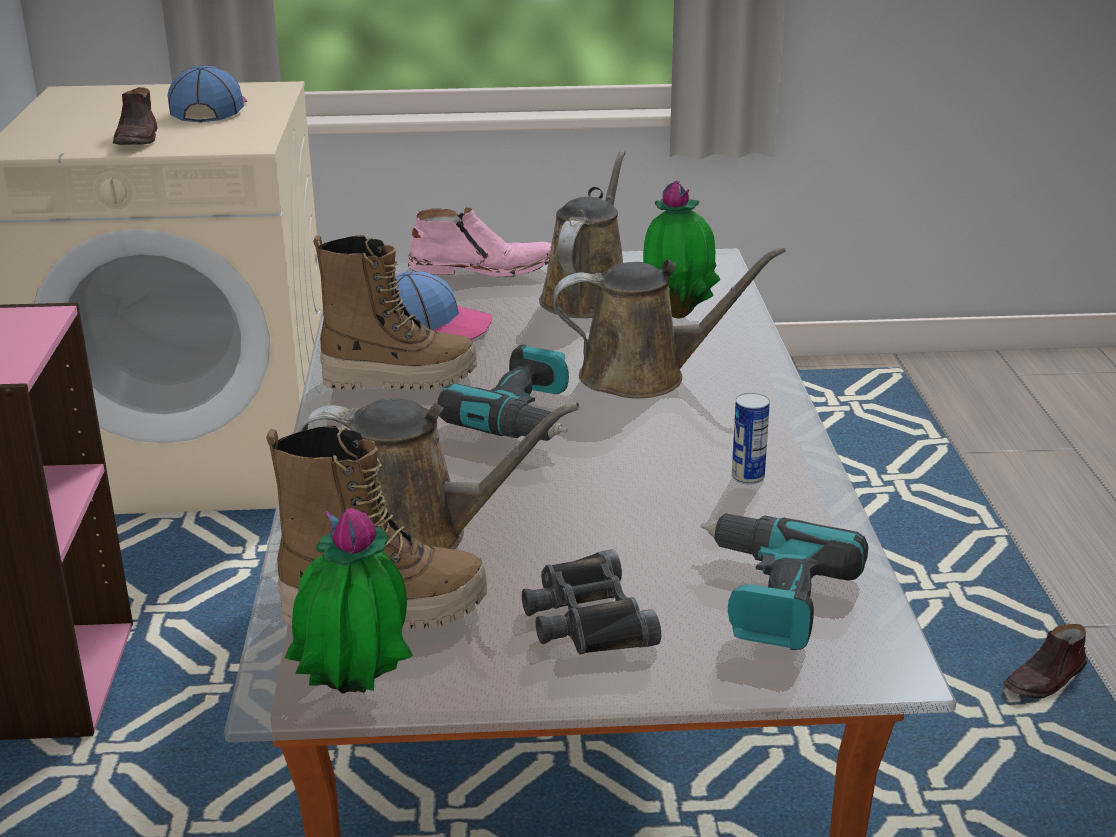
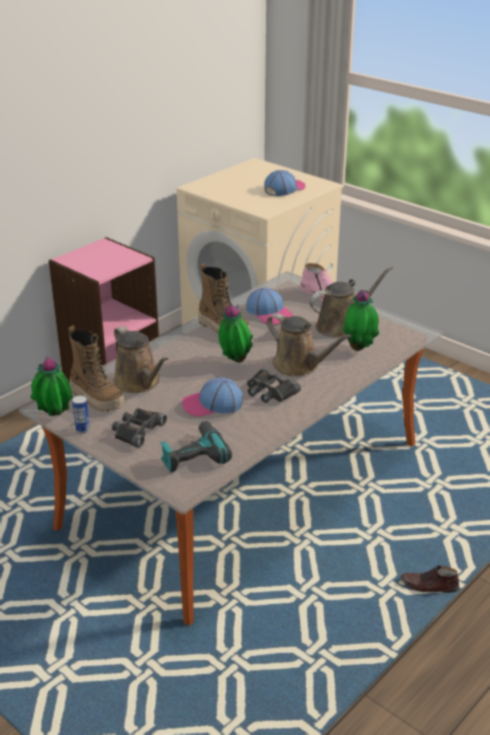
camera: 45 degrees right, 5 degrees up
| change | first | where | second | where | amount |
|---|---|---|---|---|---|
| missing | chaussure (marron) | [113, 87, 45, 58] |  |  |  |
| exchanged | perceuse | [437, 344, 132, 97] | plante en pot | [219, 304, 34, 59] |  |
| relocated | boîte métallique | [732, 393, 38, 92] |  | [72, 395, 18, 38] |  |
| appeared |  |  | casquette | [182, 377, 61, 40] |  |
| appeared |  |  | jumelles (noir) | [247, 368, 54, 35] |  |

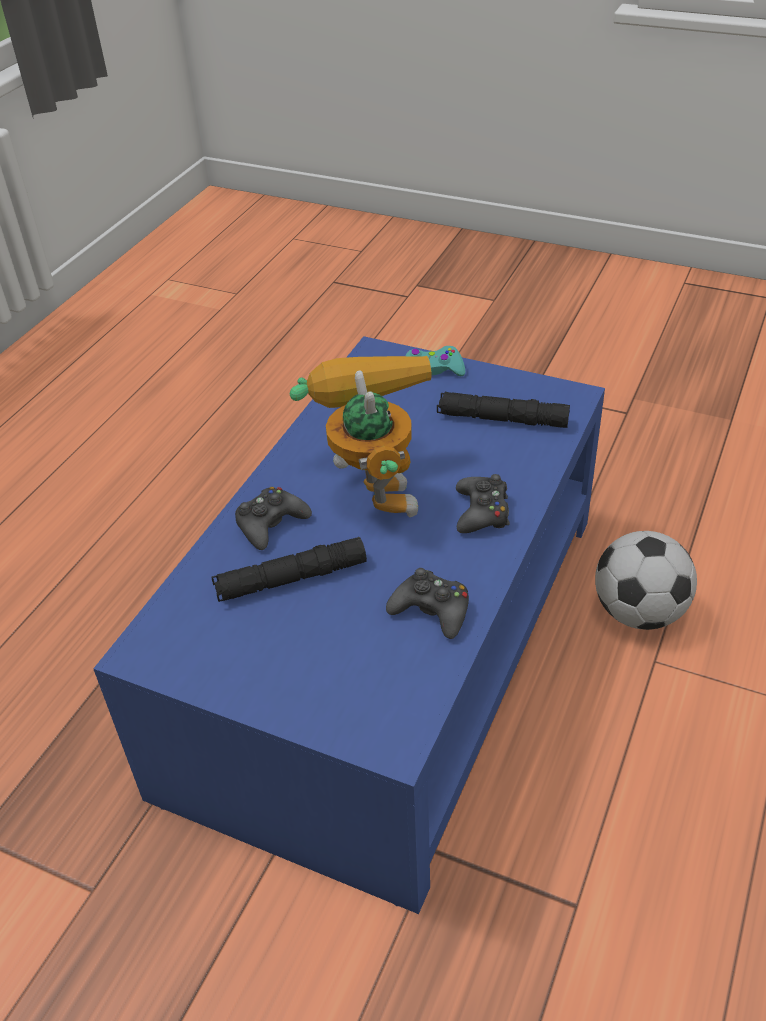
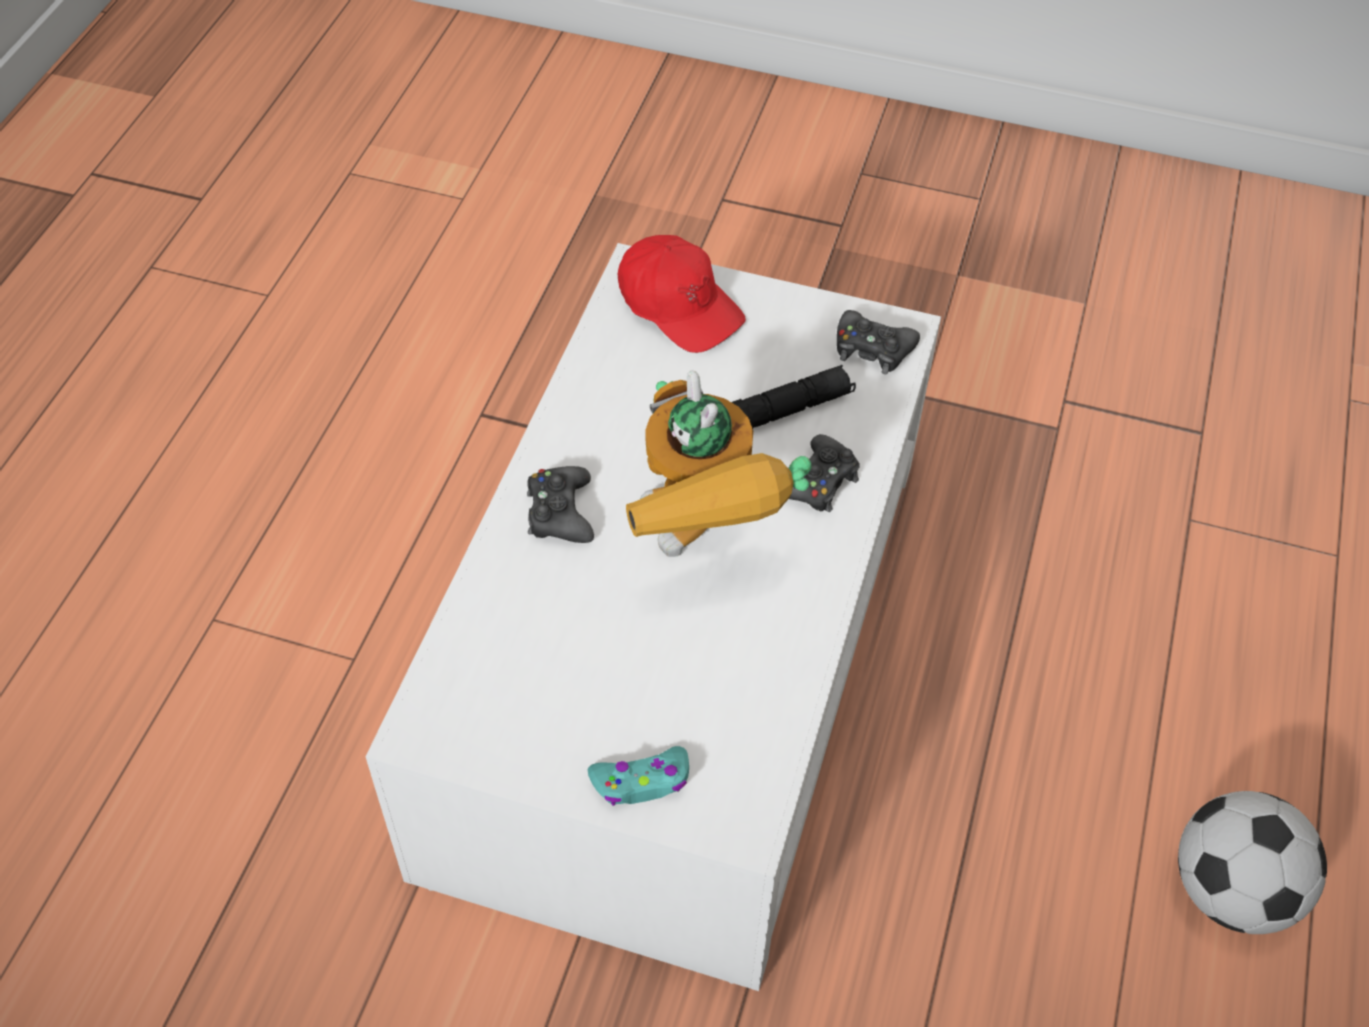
camera: 170 degrees right, 10 degrees up
| change | first | where | second | where | amount |
|---|---|---|---|---|---|
| colour | table basse (bleu) | [93, 336, 512, 578] | table basse (blanc) | [365, 243, 576, 748] |  |
| relocated | manette (noir) | [386, 568, 83, 71] |  | [837, 310, 83, 64] |  |
| missing | lampe de poche (noir) | [437, 392, 133, 36] |  |  |  |
| relocated | ballon de foot | [595, 531, 102, 99] |  | [1178, 791, 149, 143] |  |
| appeared |  |  | casquette (rouge) | [618, 235, 128, 118] |  |

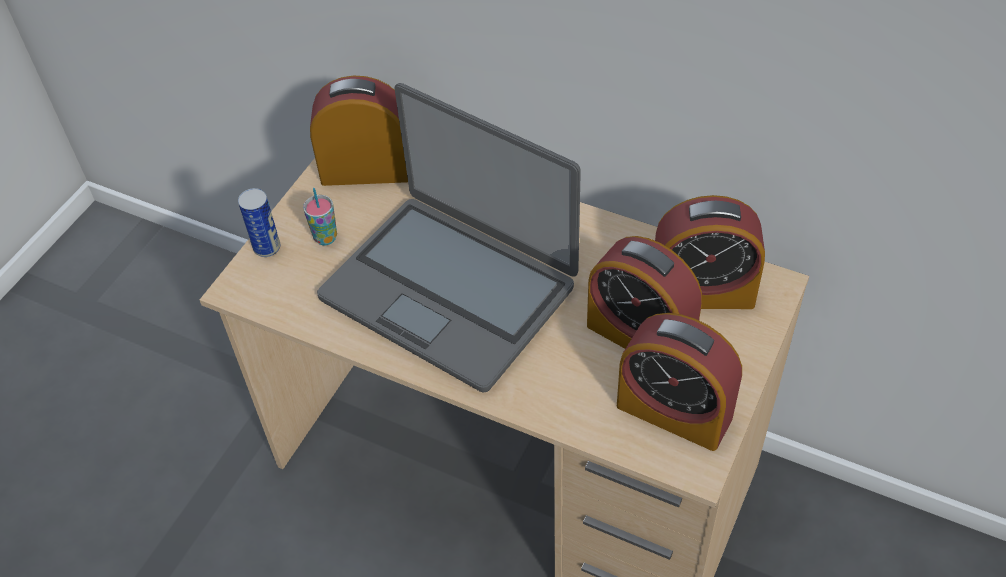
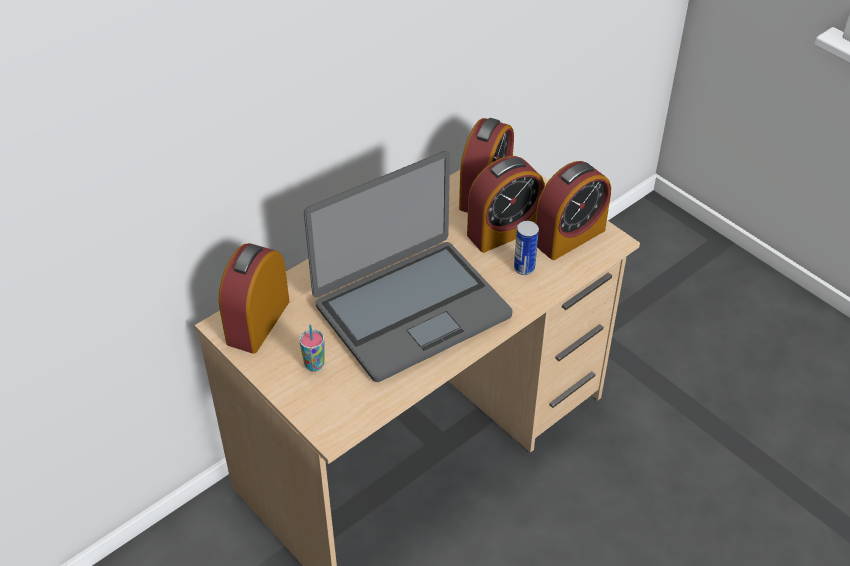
camera: 70 degrees left, 5 degrees down
| change | first | where | second | where | amount |
|---|---|---|---|---|---|
| relocated | boîte métallique | [238, 188, 42, 69] |  | [514, 221, 25, 54] |  |

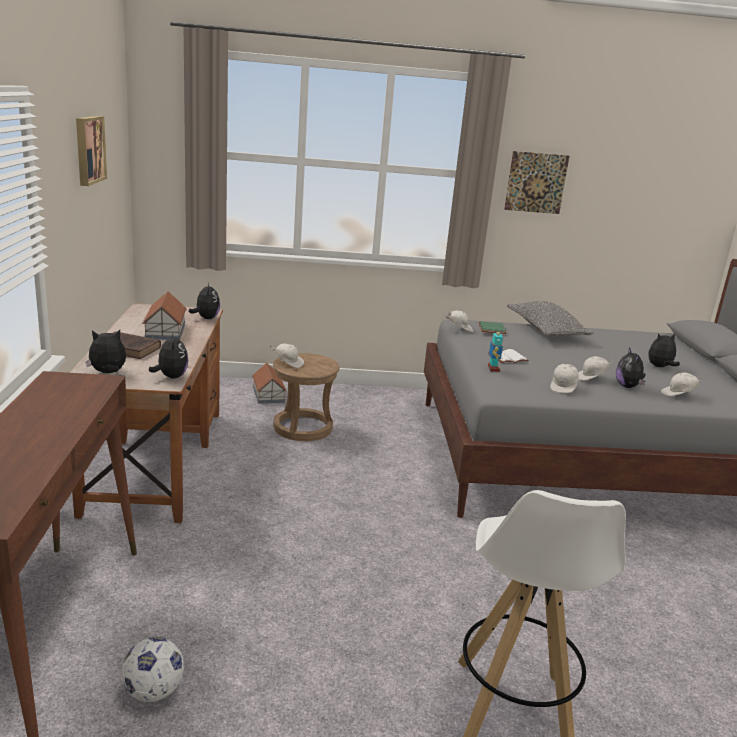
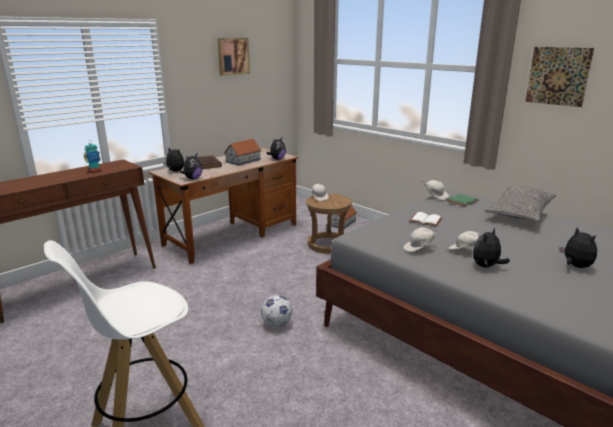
camera: 50 degrees right, 0 degrees up
| change | first | where | second | where | amount |
|---|---|---|---|---|---|
| relocated | ballon de foot | [122, 637, 62, 65] |  | [261, 295, 32, 32] |  |
| relocated | robot jouet | [488, 329, 15, 43] |  | [84, 142, 18, 31] |  |
| spun | peluche | [648, 333, 32, 34] |  | [559, 226, 38, 42] | 45 degrees clockwise |
| missing | casquette (blanc) | [661, 373, 42, 23] |  |  |  |

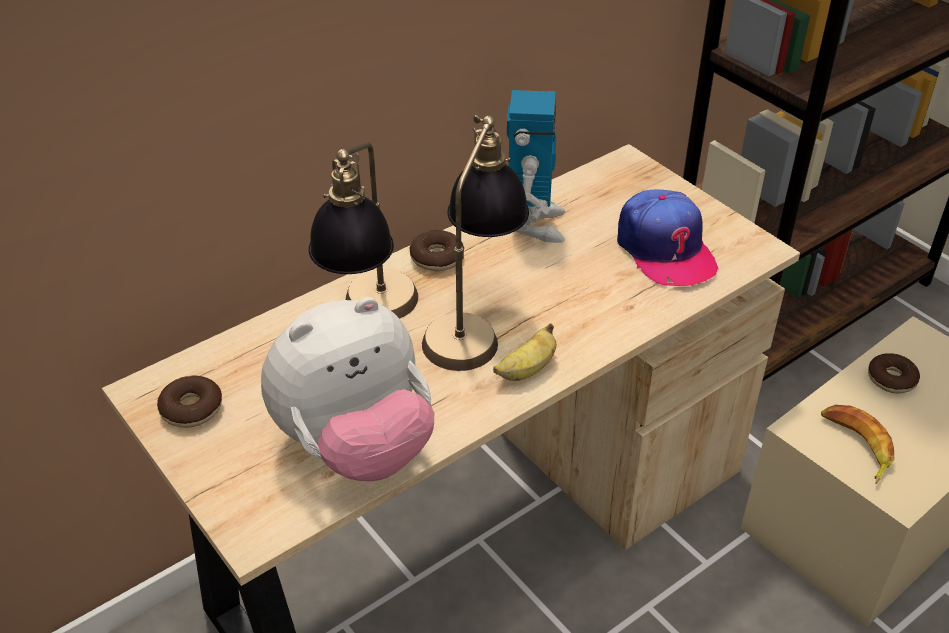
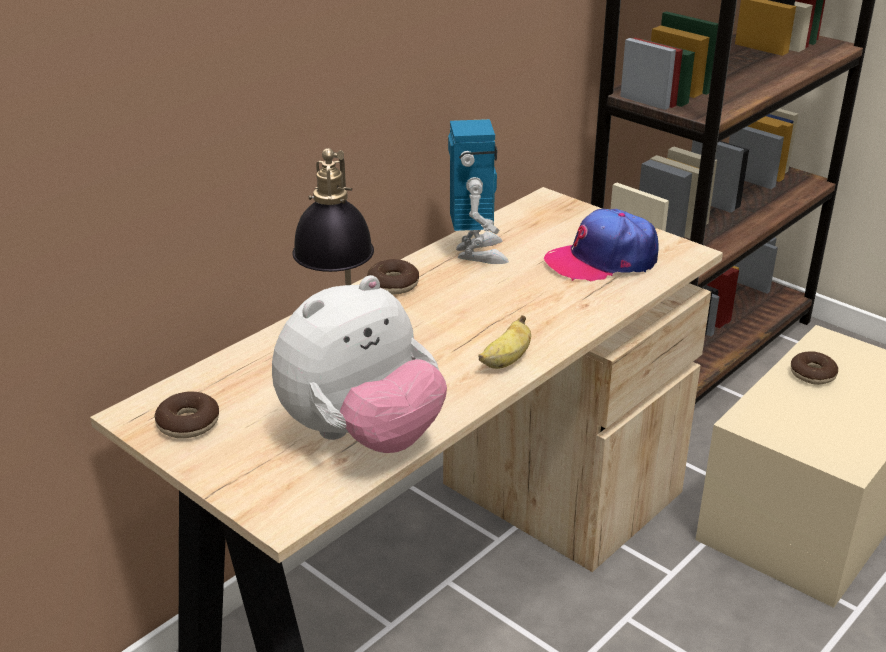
camera: 10 degrees left, 10 degrees down
| change | first | where | second | where | amount |
|---|---|---|---|---|---|
| missing | lampe de table | [422, 115, 107, 256] |  |  |  |
| spun | casquette | [617, 190, 102, 96] |  | [544, 209, 115, 72] | 105 degrees clockwise |
| missing | banane | [821, 405, 73, 79] |  |  |  |

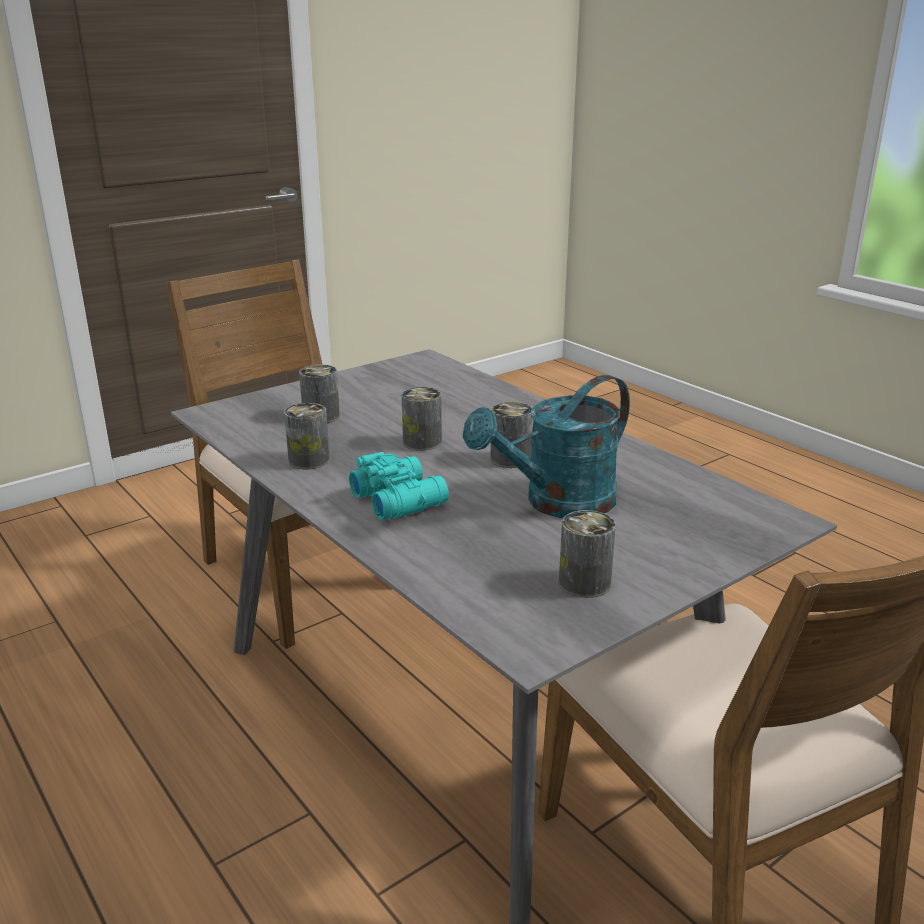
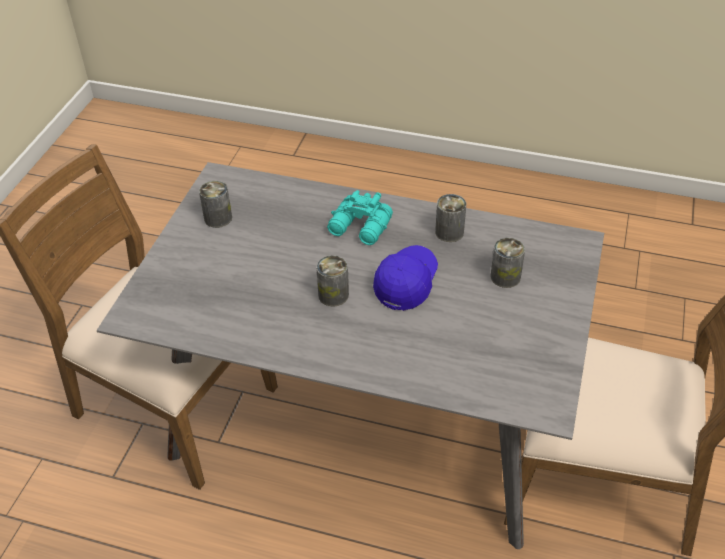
camera: 145 degrees right, 20 degrees up
| change | first | where | second | where | amount |
|---|---|---|---|---|---|
| exchanged | boîte métallique | [402, 387, 40, 64] | casquette (bleu) | [373, 245, 65, 66] |  |
| missing | arrosoir (turquoise) | [463, 375, 167, 143] |  |  |  |

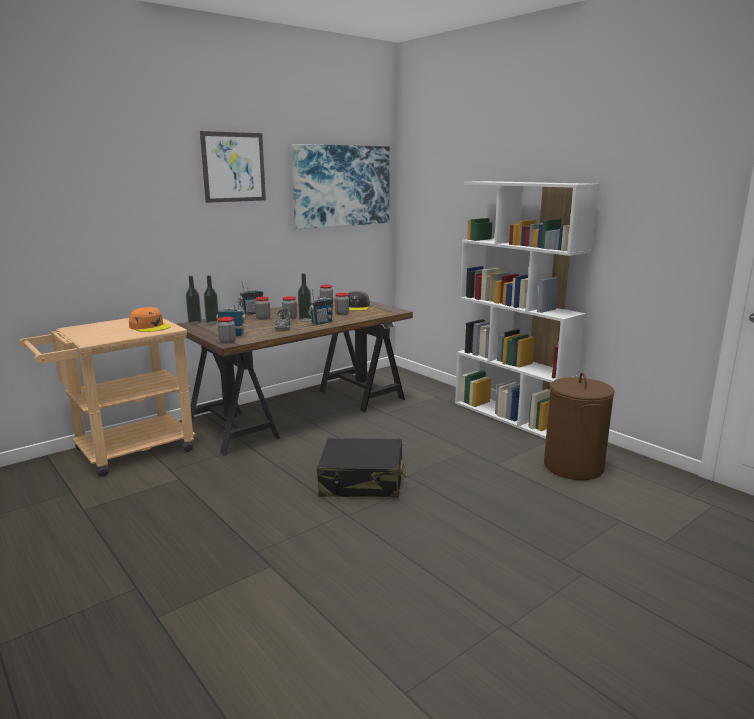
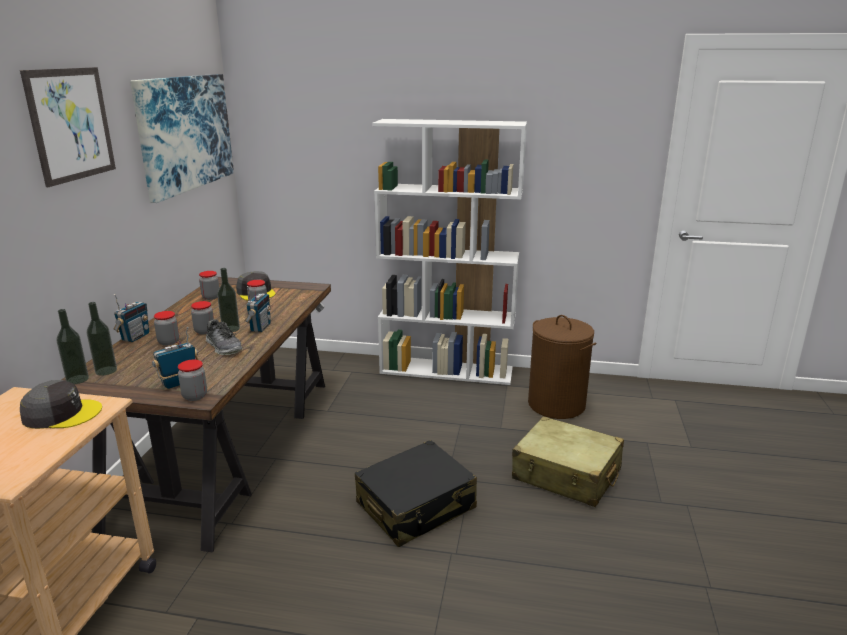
camera: 40 degrees left, 5 degrees up
| change | first | where | second | where | amount |
|---|---|---|---|---|---|
| colour | casquette (orange) | [129, 307, 42, 25] | casquette (gris) | [20, 380, 82, 49] |  |
| appeared |  |  | valise (beige) | [512, 416, 112, 91] |  |

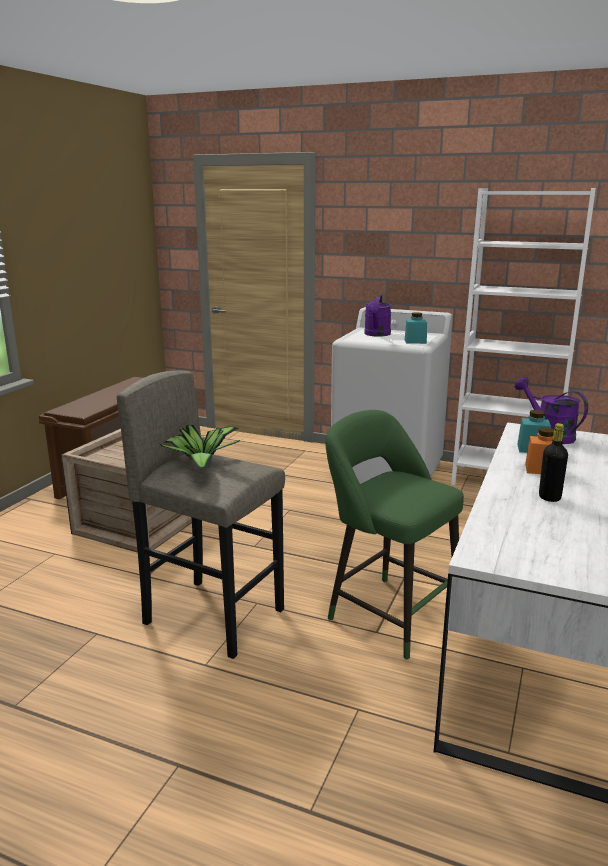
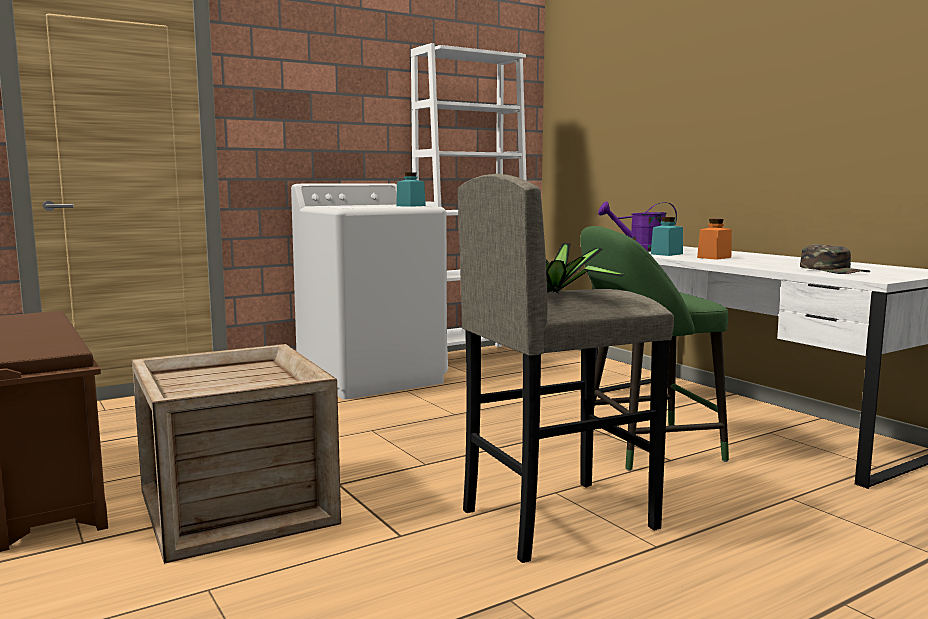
camera: 55 degrees left, 10 degrees down
| change | first | where | second | where | amount |
|---|---|---|---|---|---|
| missing | arrosoir (violet) | [364, 295, 27, 42] |  |  |  |
| missing | bouteille (noir) | [539, 423, 29, 79] |  |  |  |
| appeared |  |  | casquette (vert) | [800, 244, 71, 30] |  |

